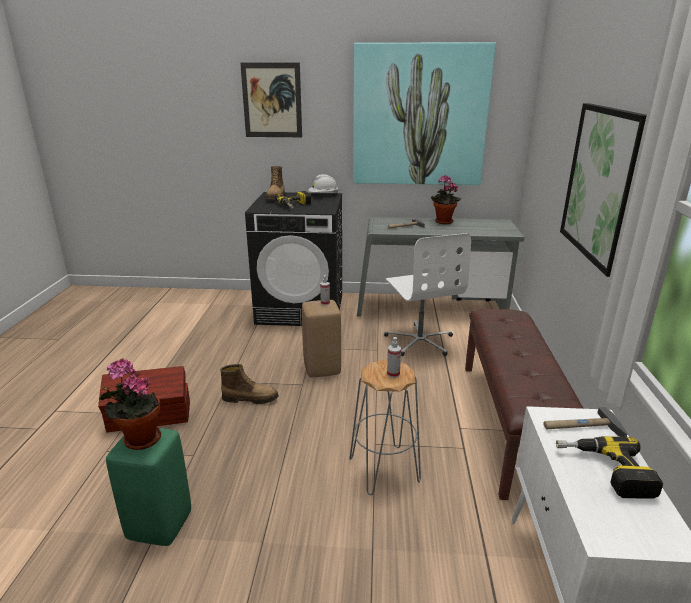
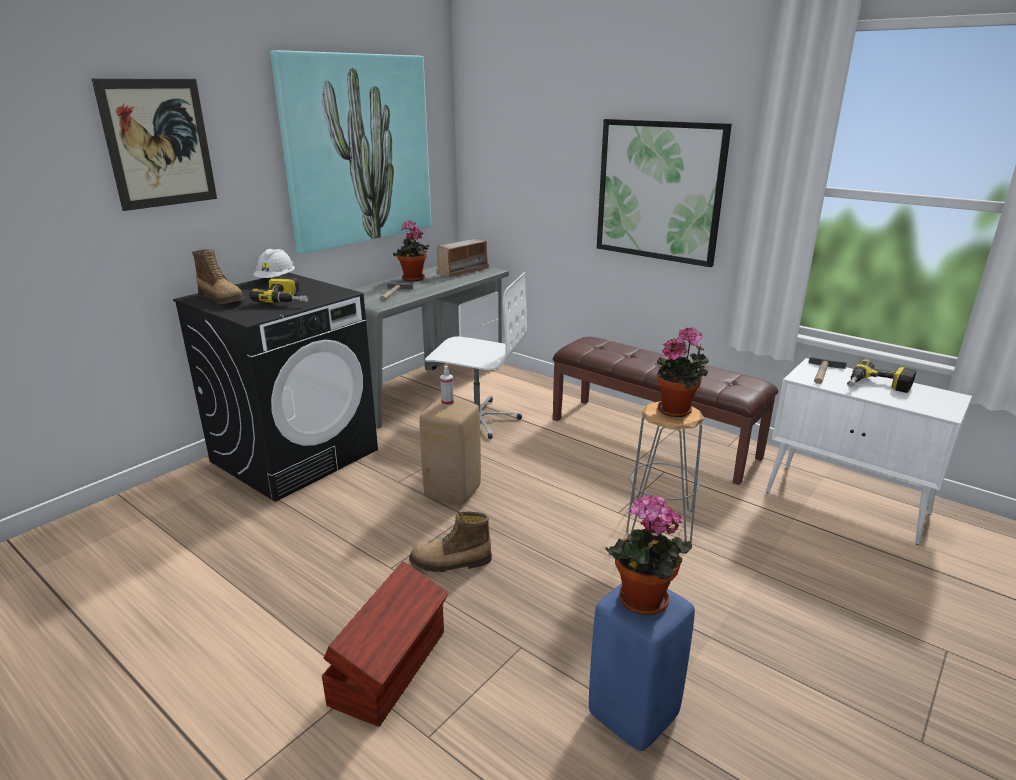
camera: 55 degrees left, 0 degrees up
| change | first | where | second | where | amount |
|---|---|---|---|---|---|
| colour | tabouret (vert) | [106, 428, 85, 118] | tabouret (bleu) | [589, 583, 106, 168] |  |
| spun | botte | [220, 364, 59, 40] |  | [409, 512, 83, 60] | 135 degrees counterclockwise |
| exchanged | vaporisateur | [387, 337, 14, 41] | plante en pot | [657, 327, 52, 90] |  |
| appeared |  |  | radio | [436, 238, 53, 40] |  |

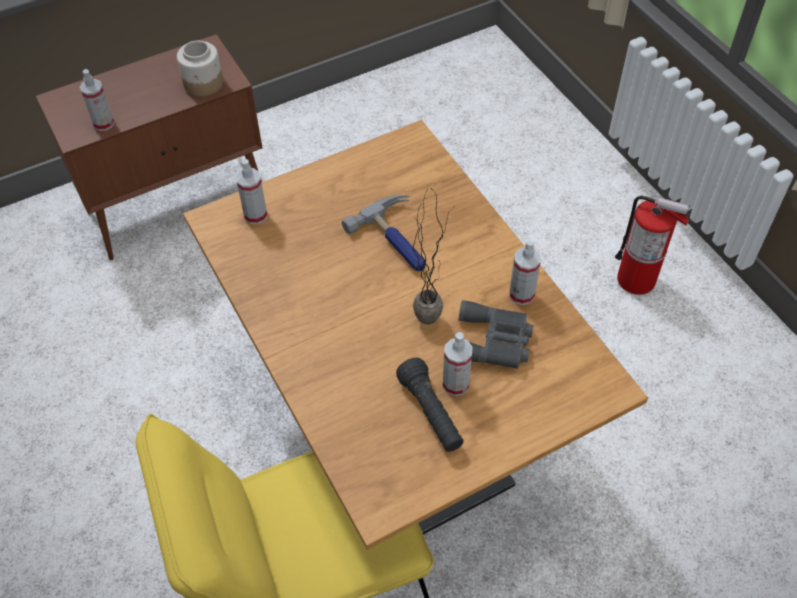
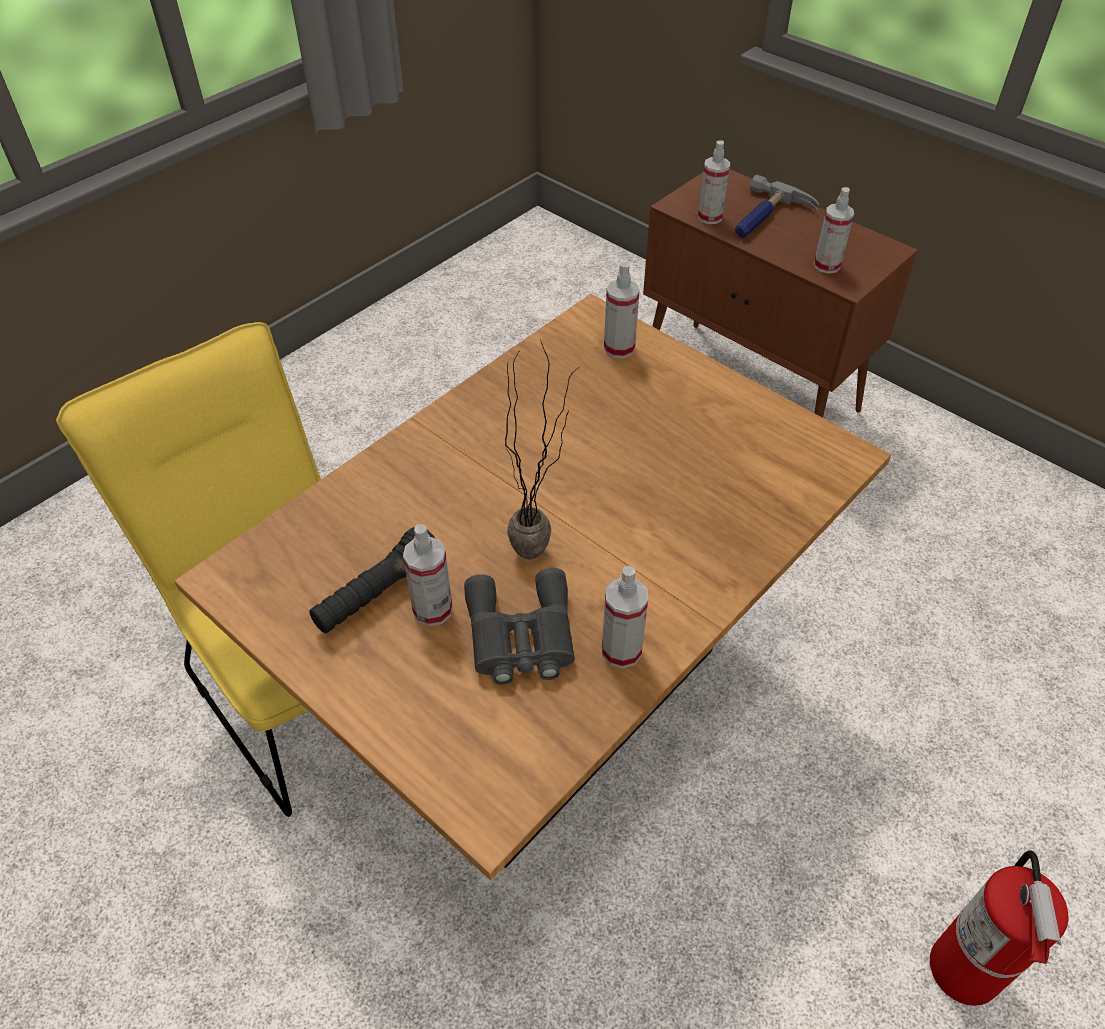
camera: 70 degrees right, 5 degrees down
| change | first | where | second | where | amount |
|---|---|---|---|---|---|
| exchanged | bocal | [177, 41, 46, 56] | vaporisateur | [814, 187, 40, 87] |  |
| relocated | marteau | [342, 195, 84, 76] |  | [735, 175, 85, 63] |  |

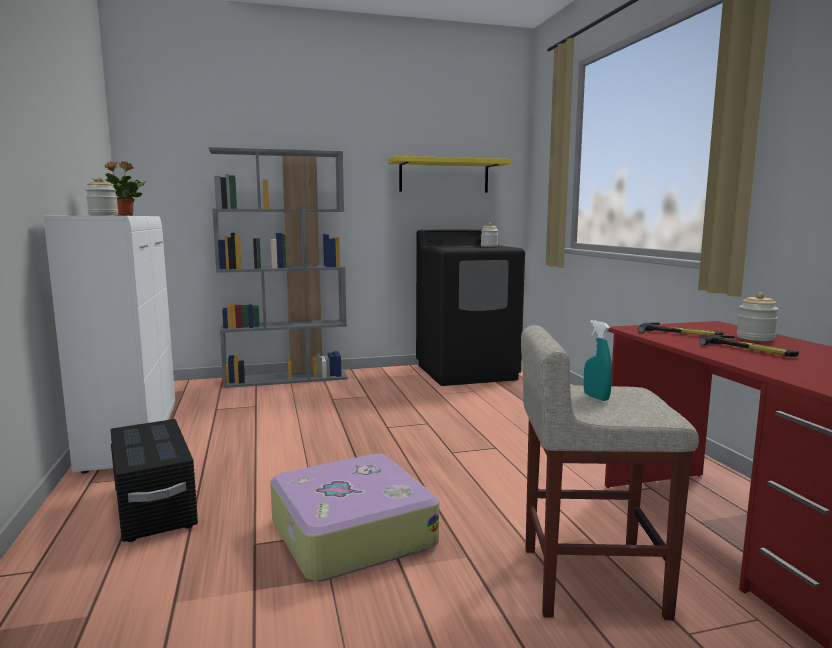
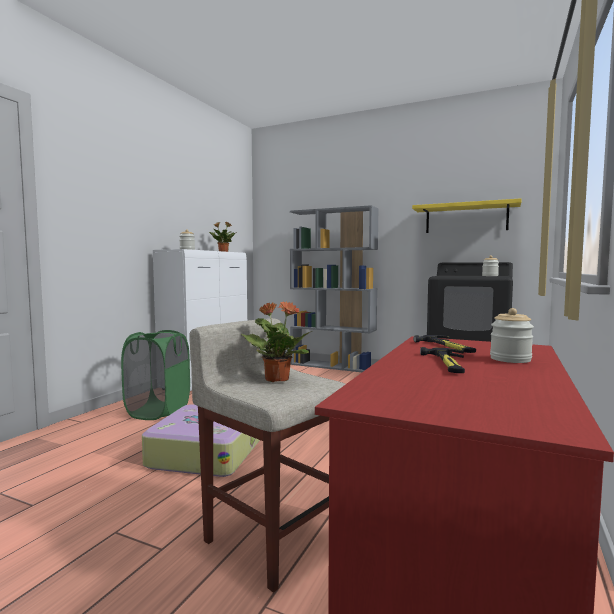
camera: 40 degrees right, 5 degrees down
| change | first | where | second | where | amount |
|---|---|---|---|---|---|
| exchanged | boîte de rangement (noir) | [110, 419, 88, 123] | panier à linge (vert) | [121, 330, 69, 90] |  |
| exchanged | vaporisateur (turquoise) | [584, 320, 28, 81] | plante en pot | [241, 301, 71, 81] |  |

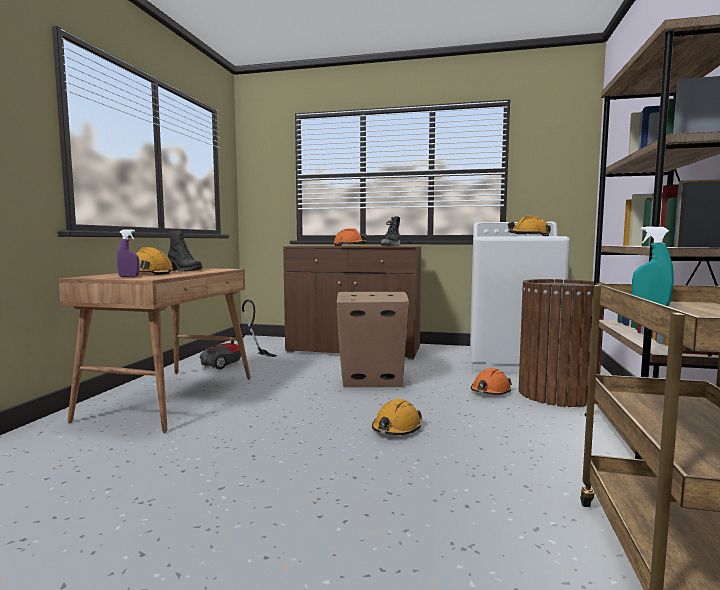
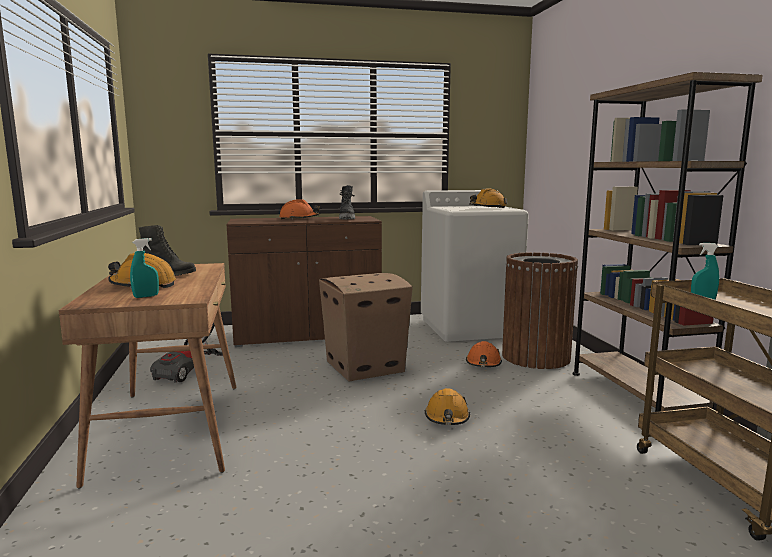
camera: 25 degrees left, 5 degrees up
| change | first | where | second | where | amount |
|---|---|---|---|---|---|
| colour | vaporisateur (violet) | [117, 229, 23, 48] | vaporisateur (turquoise) | [130, 238, 29, 60] |  |

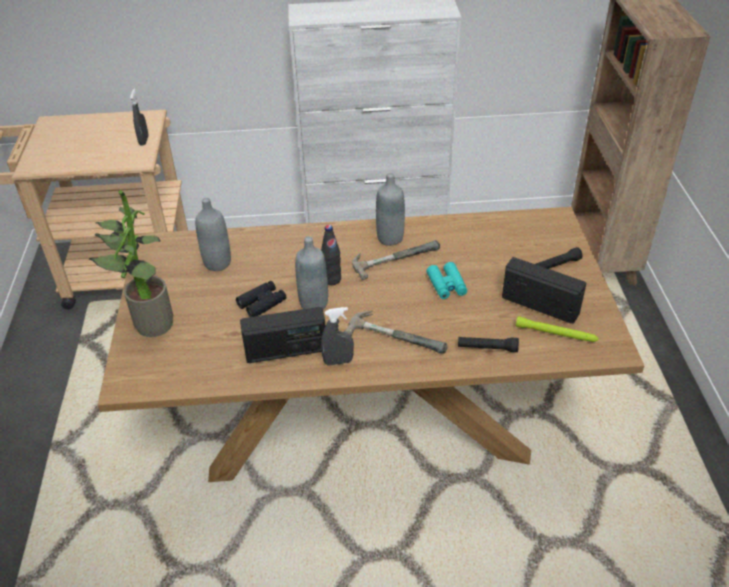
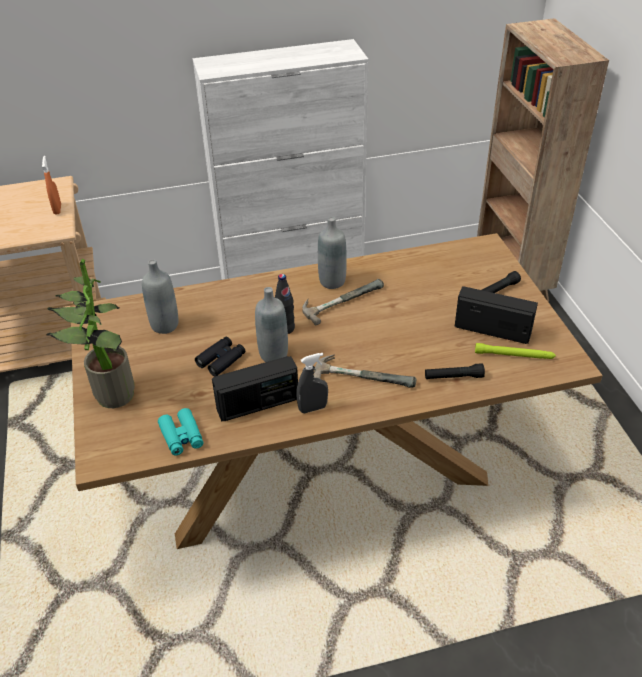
camera: 10 degrees left, 0 degrees up
| change | first | where | second | where | amount |
|---|---|---|---|---|---|
| colour | vaporisateur (gris) | [130, 88, 19, 58] | vaporisateur (orange) | [42, 156, 19, 59] |  |
| relocated | jumelles (turquoise) | [426, 262, 41, 37] |  | [158, 408, 45, 48] |  |

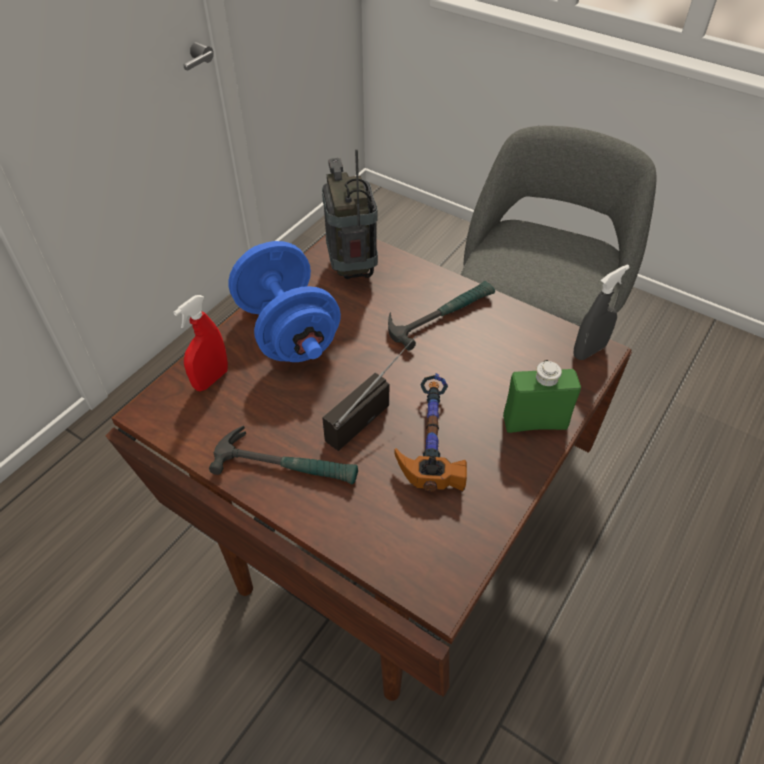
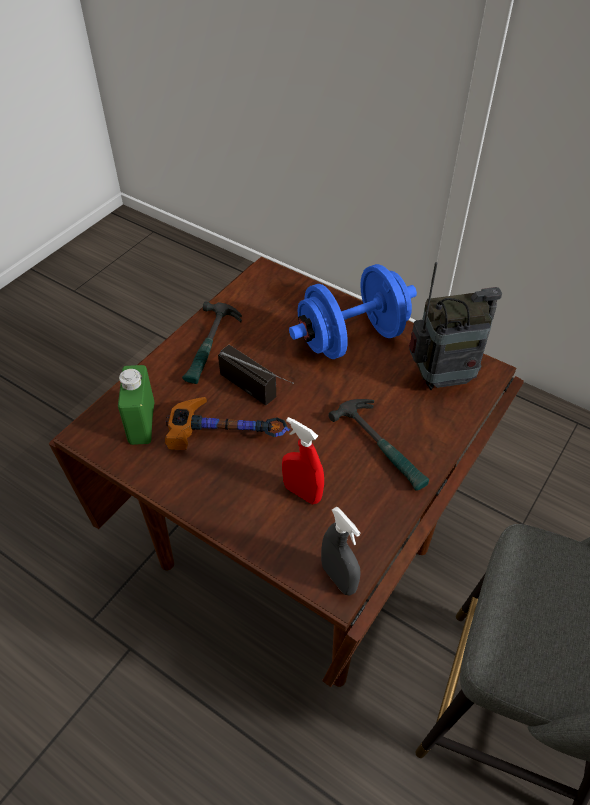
camera: 90 degrees right, 0 degrees up
| change | first | where | second | where | amount |
|---|---|---|---|---|---|
| relocated | vaporisateur (rouge) | [173, 295, 55, 96] |  | [282, 417, 42, 87] |  |
| relocated | bouteille (vert) | [503, 360, 78, 73] |  | [118, 365, 36, 80] |  |

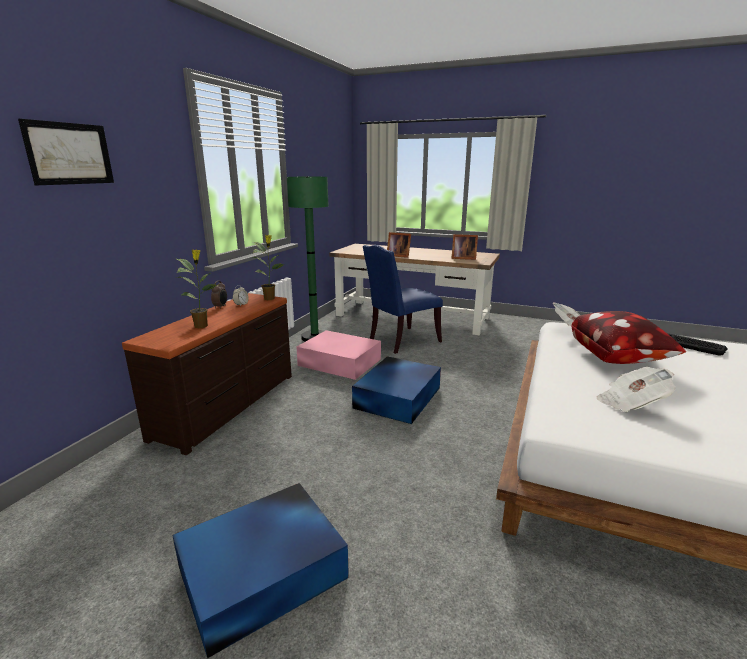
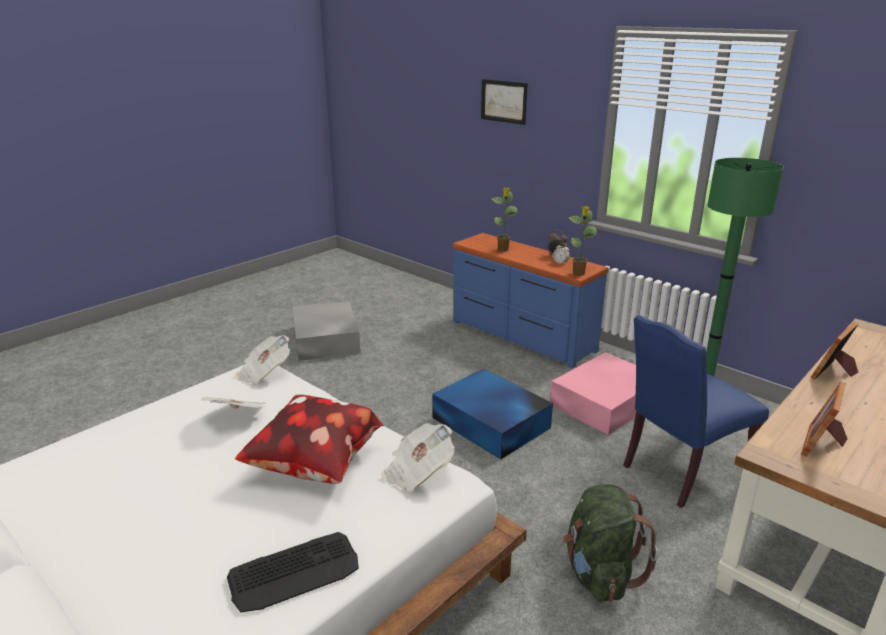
camera: 110 degrees right, 5 degrees up
| change | first | where | second | where | amount |
|---|---|---|---|---|---|
| colour | commode (marron) | [122, 293, 170, 162] | commode (bleu) | [453, 233, 155, 135] |  |
| colour | boîte de rangement (bleu) | [172, 483, 177, 175] | boîte de rangement (gris) | [292, 301, 69, 60] |  |
| spun | chaise (bleu) | [363, 245, 80, 109] |  | [623, 315, 146, 193] | 105 degrees counterclockwise |
| appeared |  |  | journal | [234, 335, 56, 49] |  |
| appeared |  |  | sac à dos (vert) | [562, 484, 96, 118] |  |

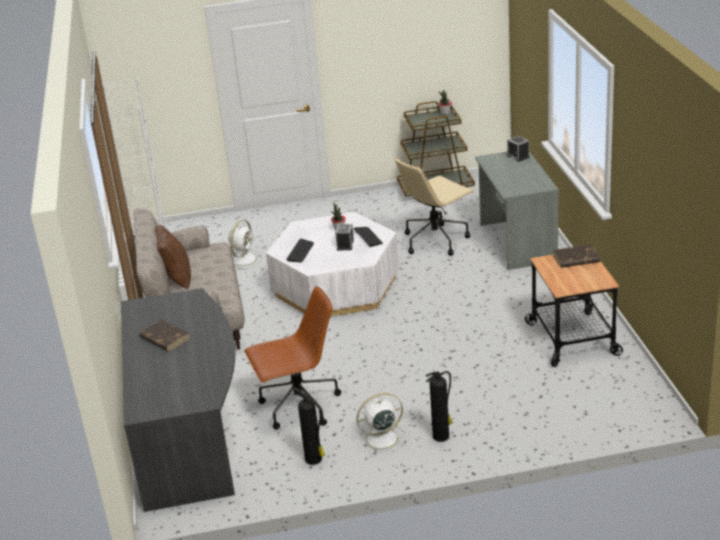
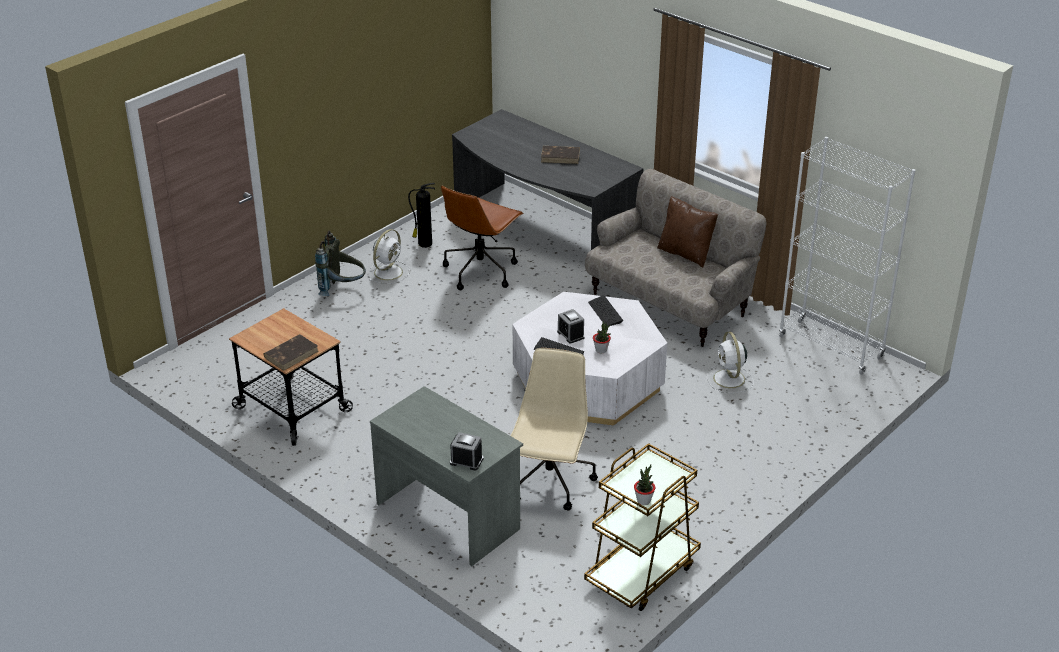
camera: 140 degrees right, 5 degrees up
| change | first | where | second | where | amount |
|---|---|---|---|---|---|
| exchanged | extincteur | [425, 371, 27, 71] | sac à dos (gris) | [315, 231, 51, 65] |  |

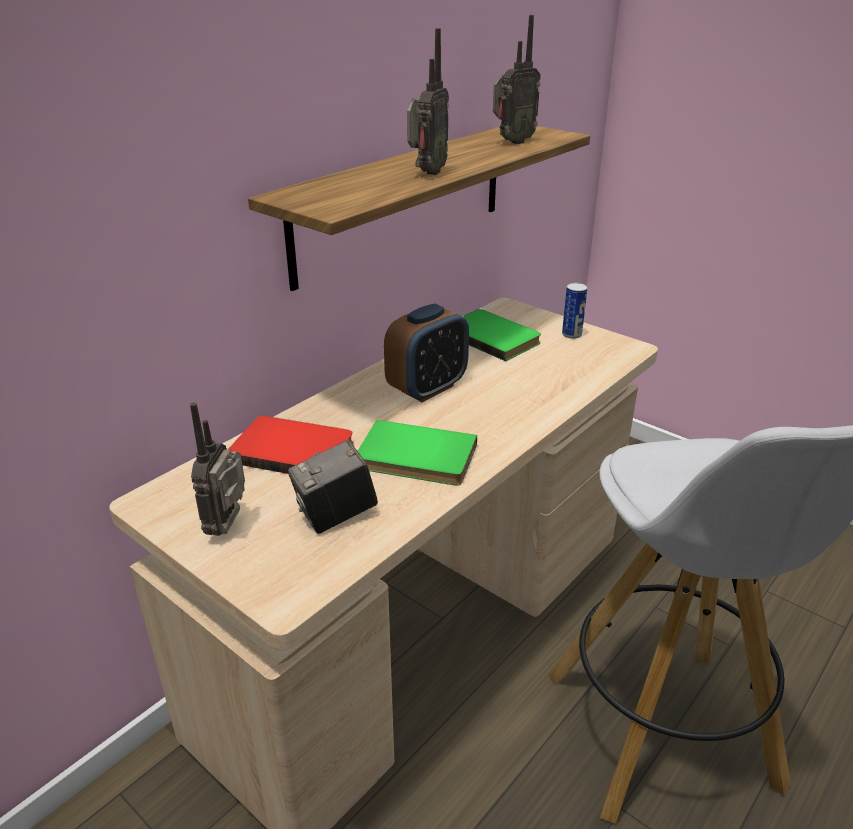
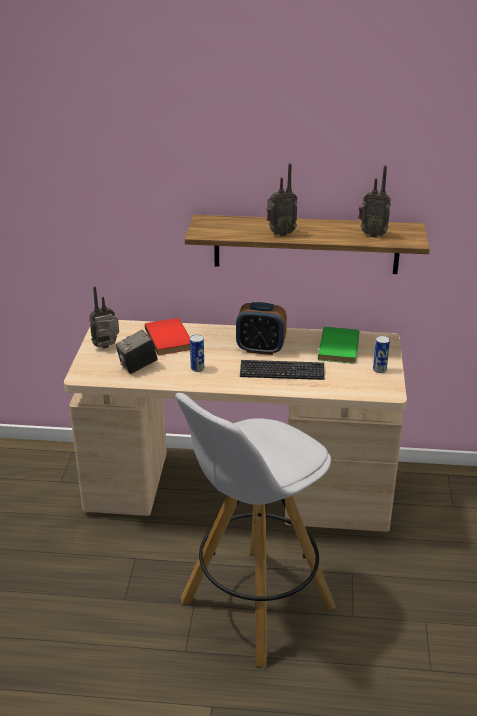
camera: 55 degrees right, 0 degrees up
| change | first | where | second | where | amount |
|---|---|---|---|---|---|
| spun | appareil photo | [288, 440, 90, 94] |  | [115, 330, 43, 44] | 60 degrees counterclockwise |
| exchanged | livre (vert) | [358, 420, 119, 65] | boîte métallique | [190, 335, 14, 37] |  |
| appeared |  |  | clavier | [240, 360, 85, 20] |  |

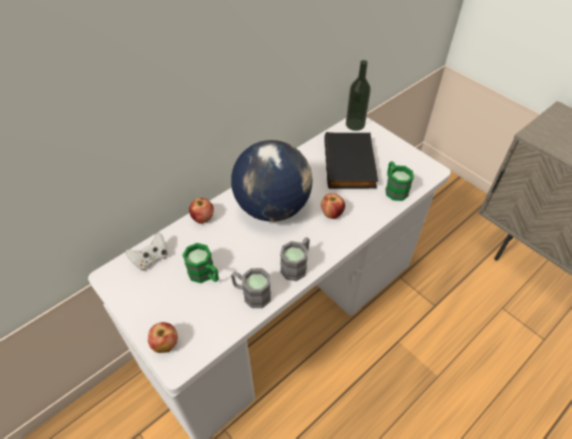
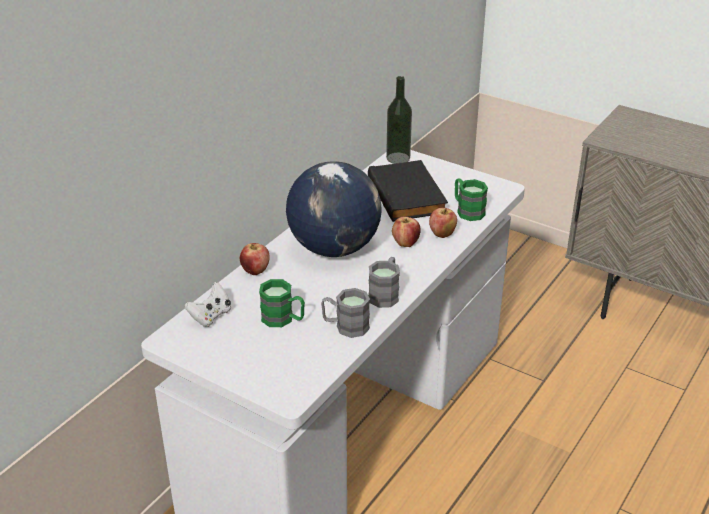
camera: 15 degrees left, 15 degrees down
| change | first | where | second | where | amount |
|---|---|---|---|---|---|
| relocated | pomme | [148, 322, 30, 31] |  | [429, 208, 28, 30] |  |

